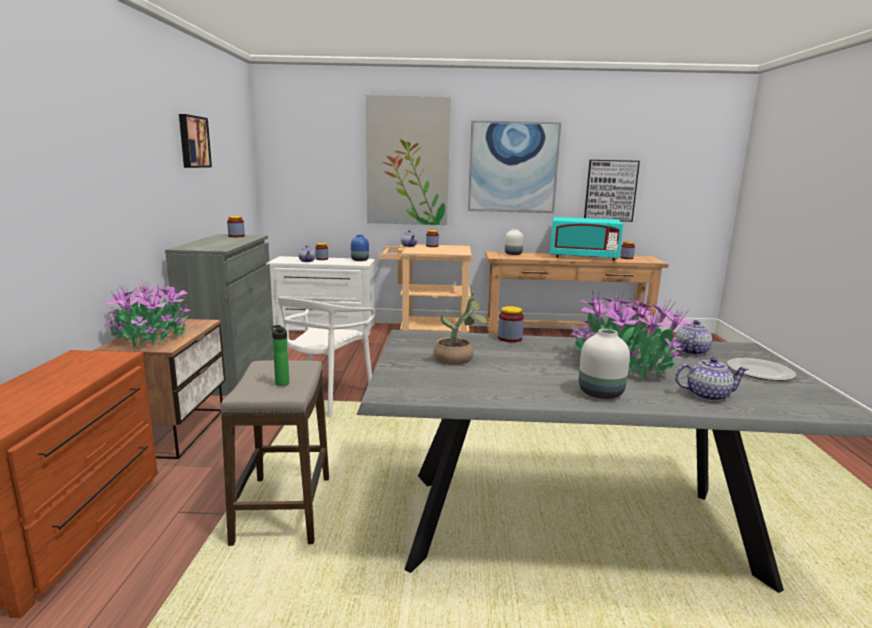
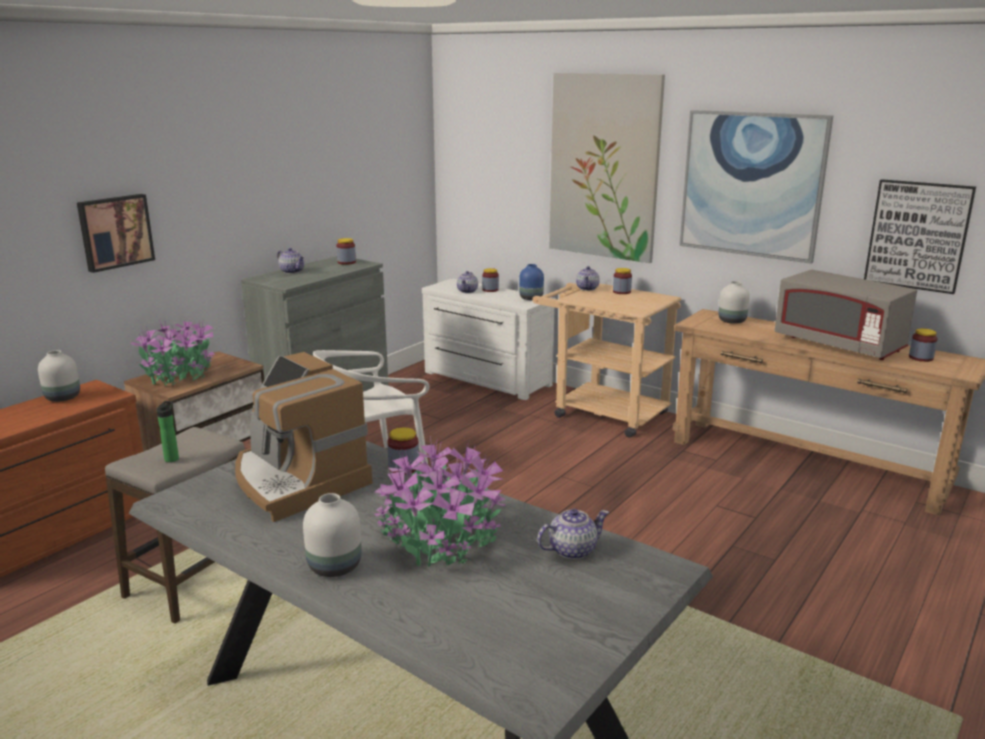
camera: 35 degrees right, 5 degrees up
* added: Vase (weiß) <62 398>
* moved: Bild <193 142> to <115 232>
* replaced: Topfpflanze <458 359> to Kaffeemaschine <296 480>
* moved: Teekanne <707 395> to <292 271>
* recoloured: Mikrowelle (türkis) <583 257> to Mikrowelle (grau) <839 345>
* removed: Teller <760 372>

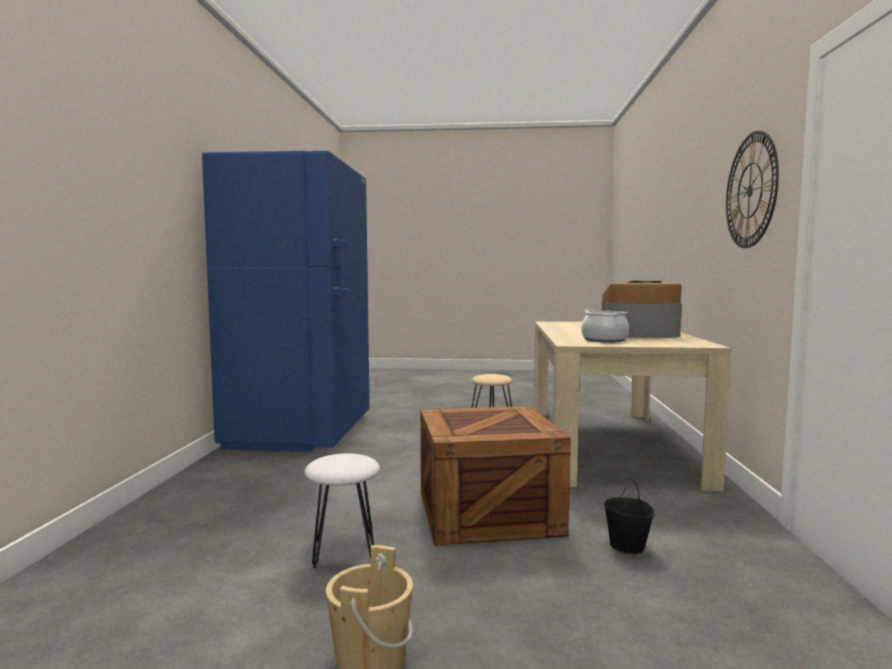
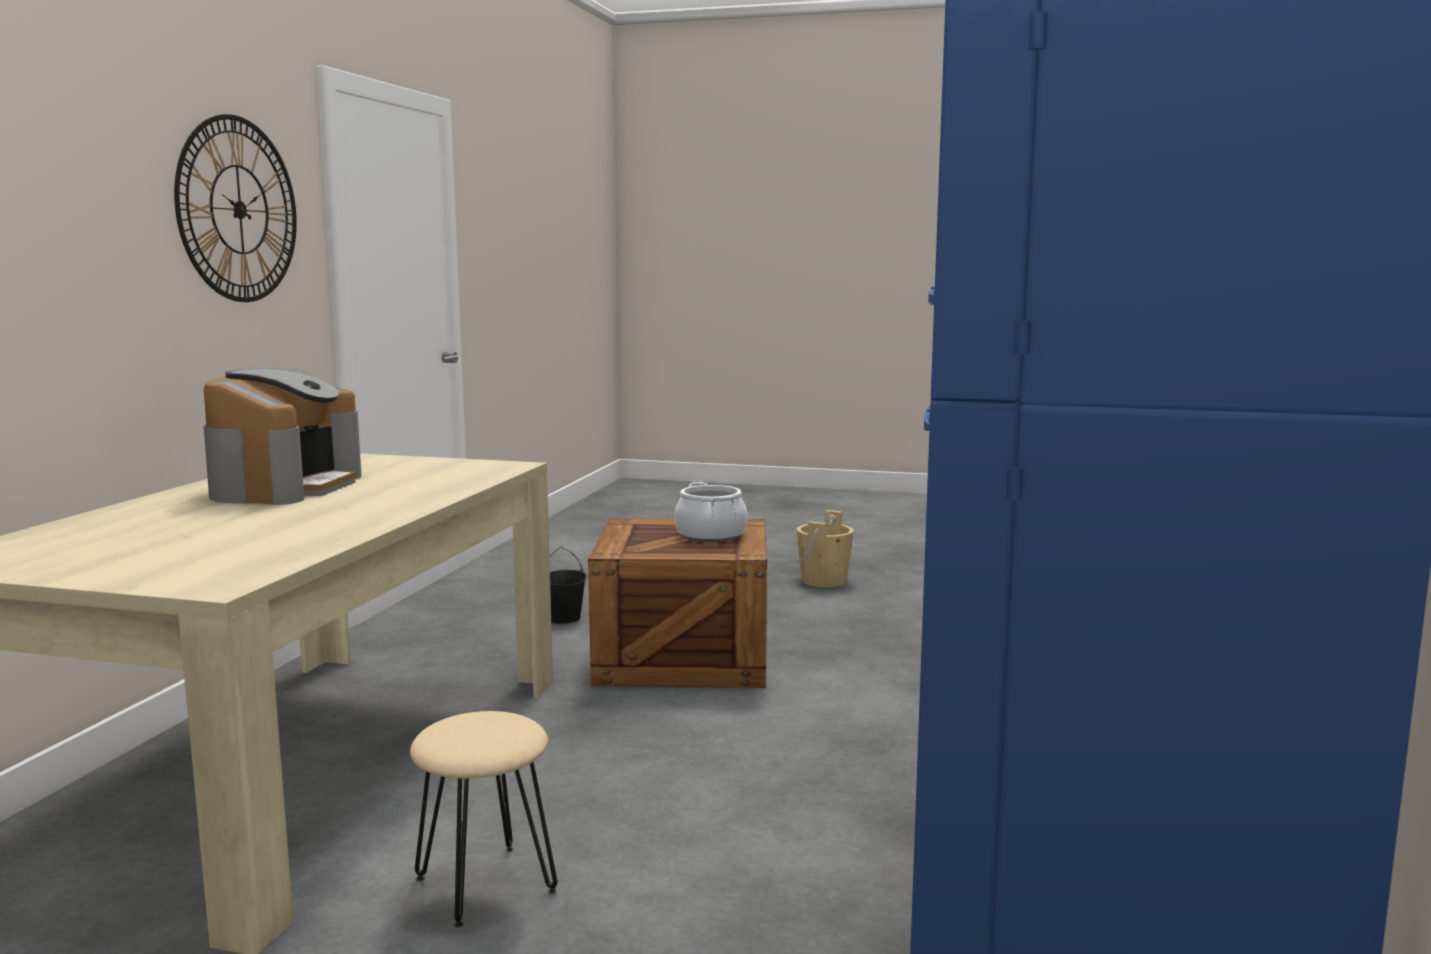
camera: 170 degrees left, 5 degrees up
* turned: Kaffeemaschine <639 335> = <286 487> 90 degrees counterclockwise
* moved: Kochtopf <604 340> to <710 535>
* removed: Hocker (weiß) <344 551>

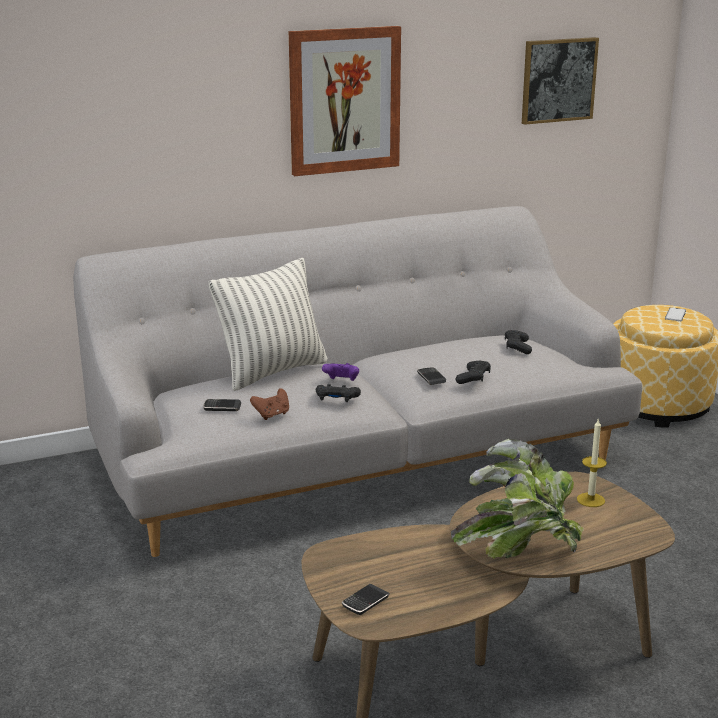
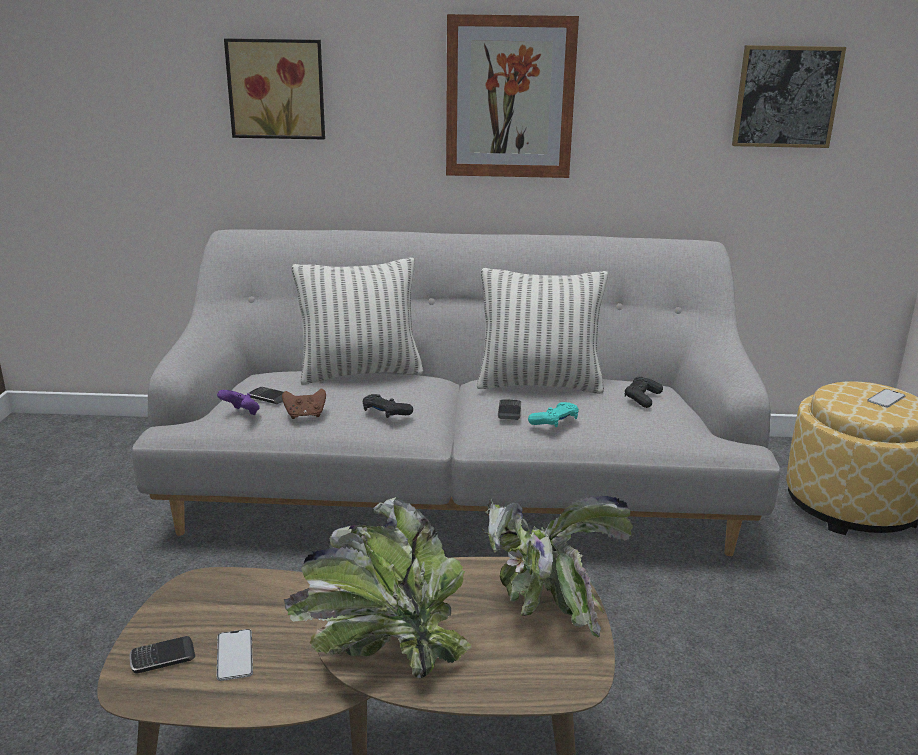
camera: 25 degrees right, 0 degrees up
* moved: Gamepad (lila) <341 382> to <241 414>
* added: Handy <234 655>
* added: Bild <277 89>
* added: Kissen <539 385>
* replaced: Kerze <590 500> to Topfpflanze <542 607>
* recoloured: Gamepad (schwarz) <473 378> to Gamepad (türkis) <554 421>

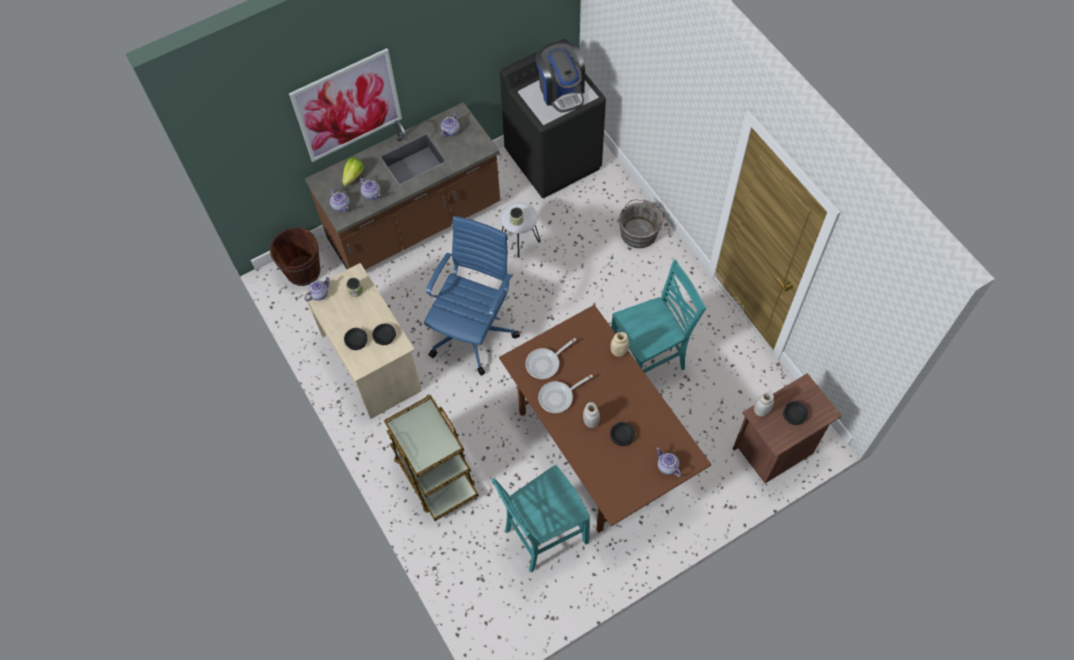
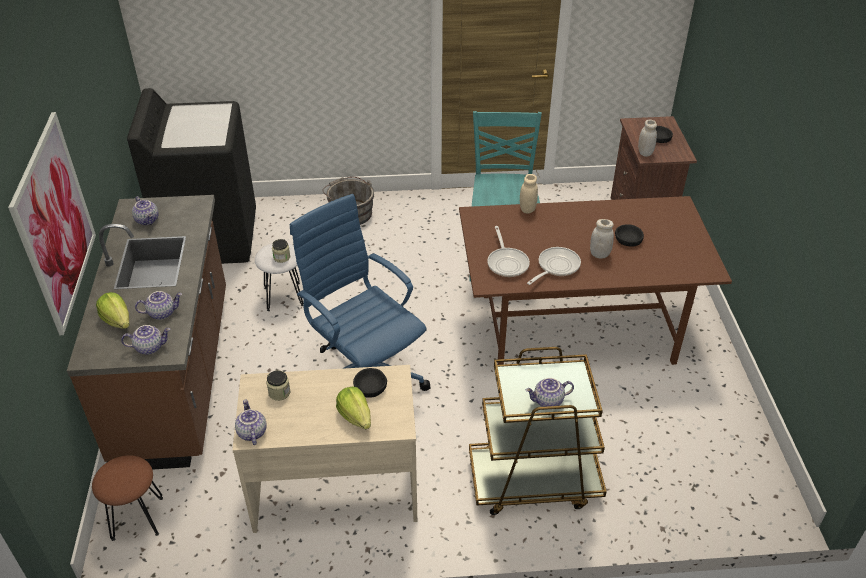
camera: 65 degrees left, 20 degrees down
* replaced: Eimer (braun) <303 271> to Hocker (braun) <137 518>
* replaced: Schüssel (schwarz) <356 340> to Salatkopf <355 416>
* moved: Teekanne <667 466> to <548 401>
* turned: Pfanne <558 397> = <556 267> 135 degrees counterclockwise
* removed: Stuhl (türkis) <543 535>
* removed: Kaffeemaschine <561 91>

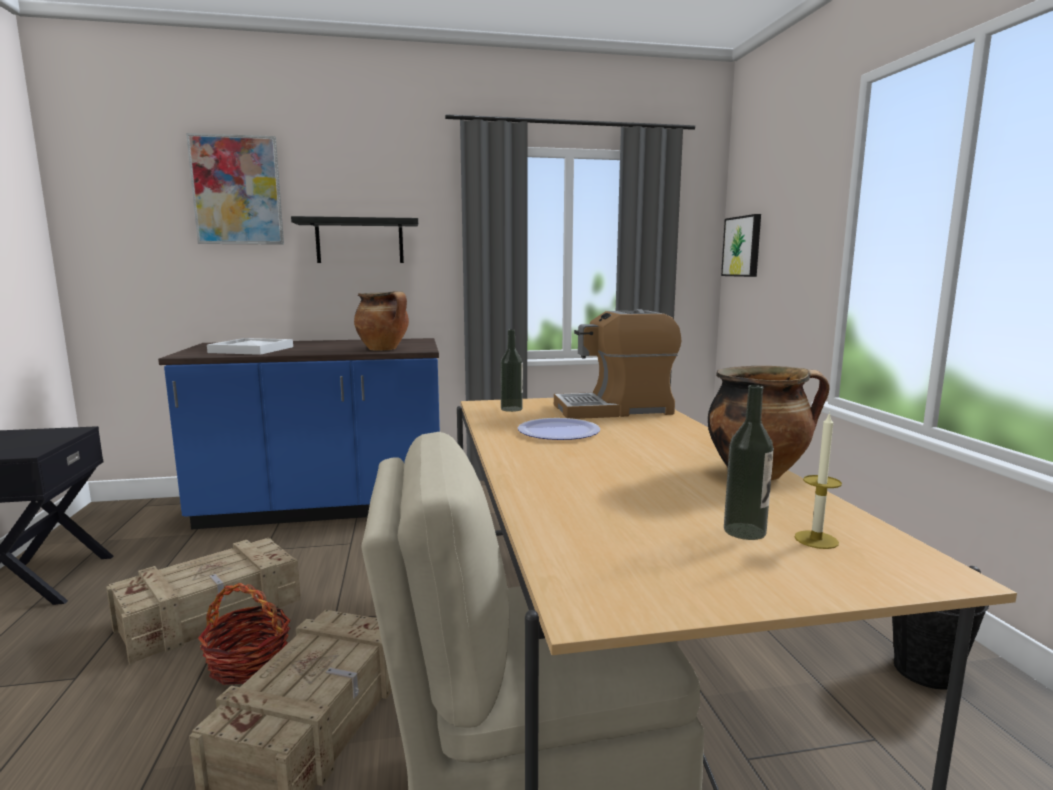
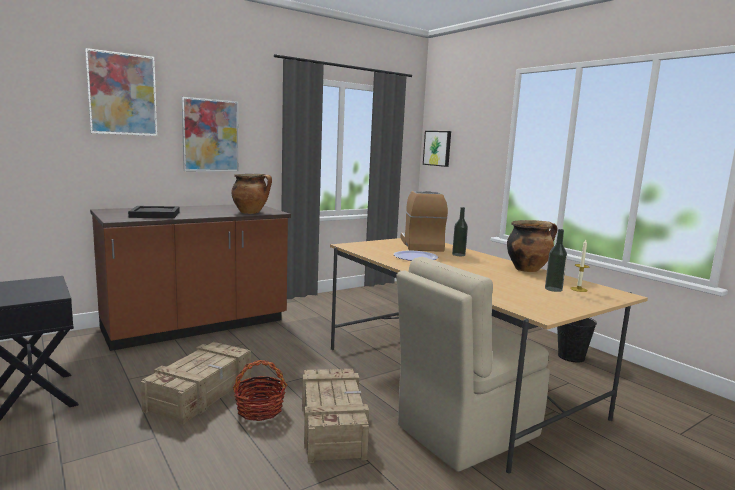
camera: 25 degrees left, 0 degrees up
* recoloured: Küchenzeile (blau) <324 507> to Küchenzeile (braun) <196 326>
* recoloured: Tablett (weiß) <251 349> to Tablett (schwarz) <154 214>
* replaced: Wandregal (schwarz) <359 241> to Bild <210 135>
* turned: Kaffeemaschine <615 409> = <421 245> 120 degrees clockwise
* moved: Flasche <511 409> to <458 254>

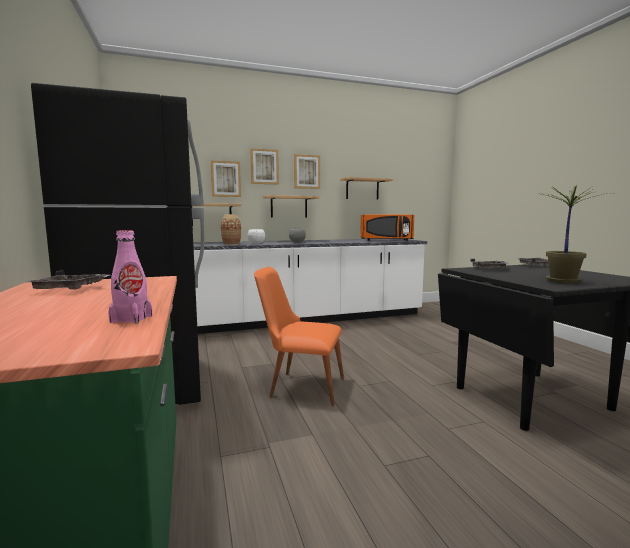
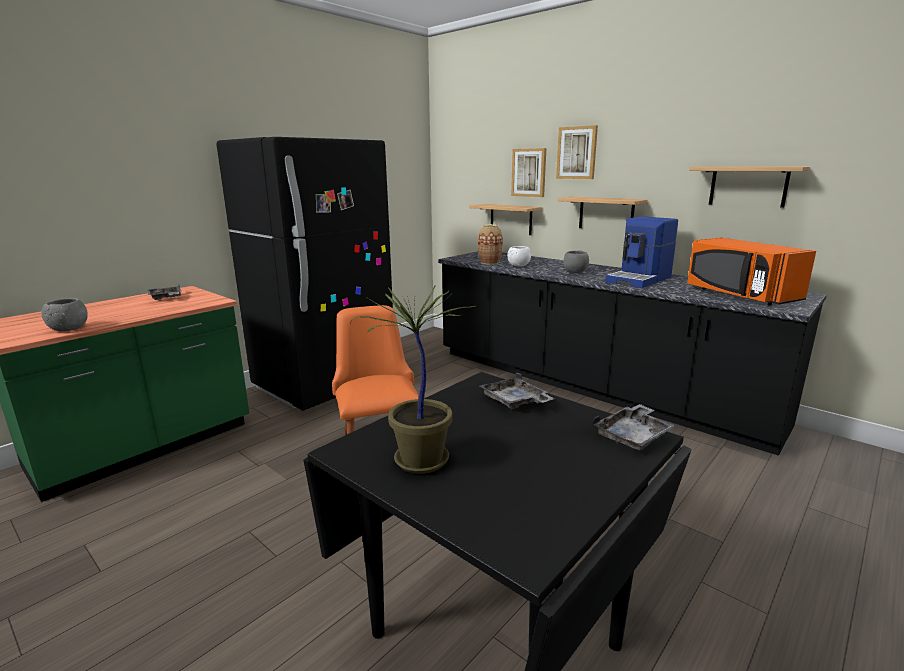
camera: 60 degrees right, 10 degrees up
* replaced: Flasche (rosa) <131 319> to Schüssel (grau) <69 329>
* recoloured: Küchenzeile (weiß) <309 319> to Küchenzeile (schwarz) <590 386>
* added: Kaffeemaschine <640 279>
* removed: Bild <306 172>

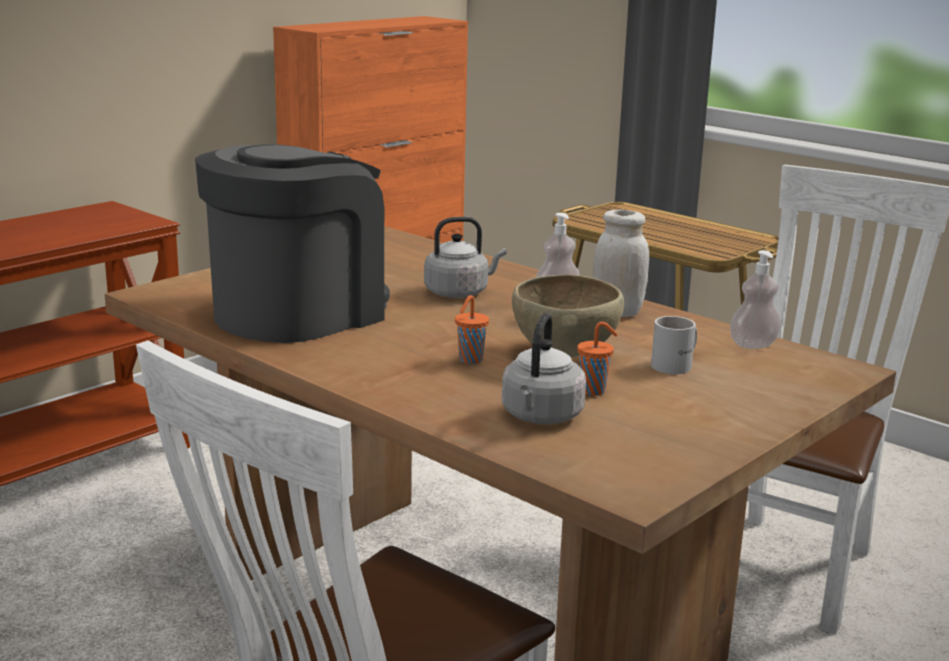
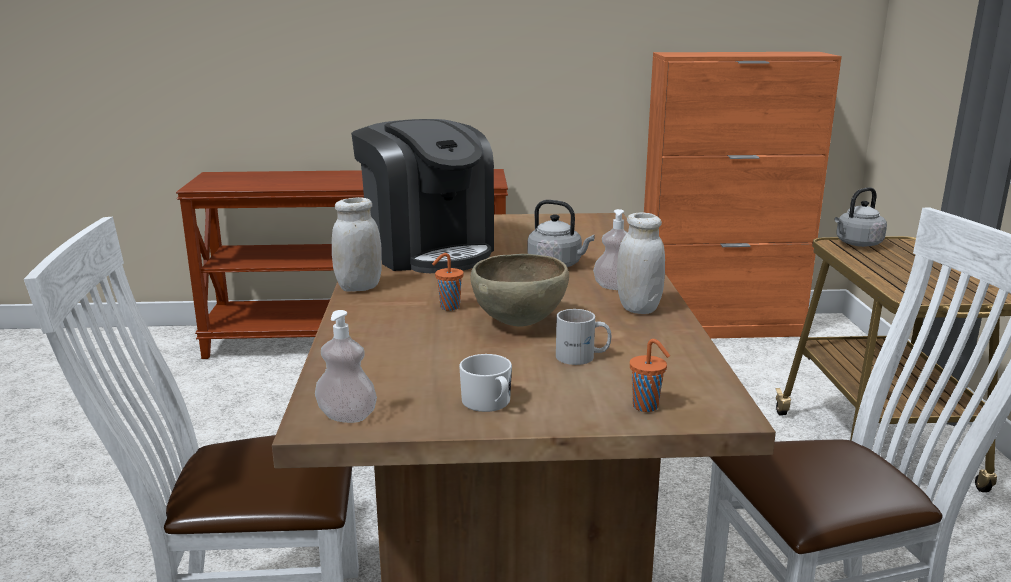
camera: 45 degrees right, 0 degrees up
* moved: Seifenspender <753 345> to <347 416>
* added: Vorratsglas (weiß) <359 287>
* turned: Kaffeemaschine <298 313> = <428 251> 60 degrees clockwise
* added: Henkelbecher (weiß) <489 403>
* moved: Tasse (orange) <594 391> to <647 407>
* moved: Wasserkessel (grau) <541 417> to <857 244>

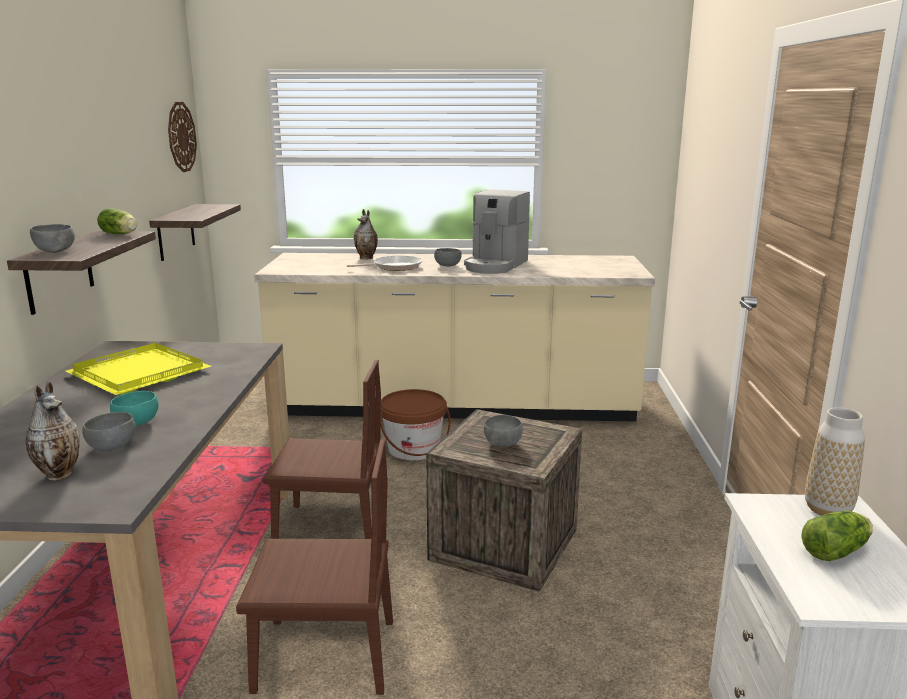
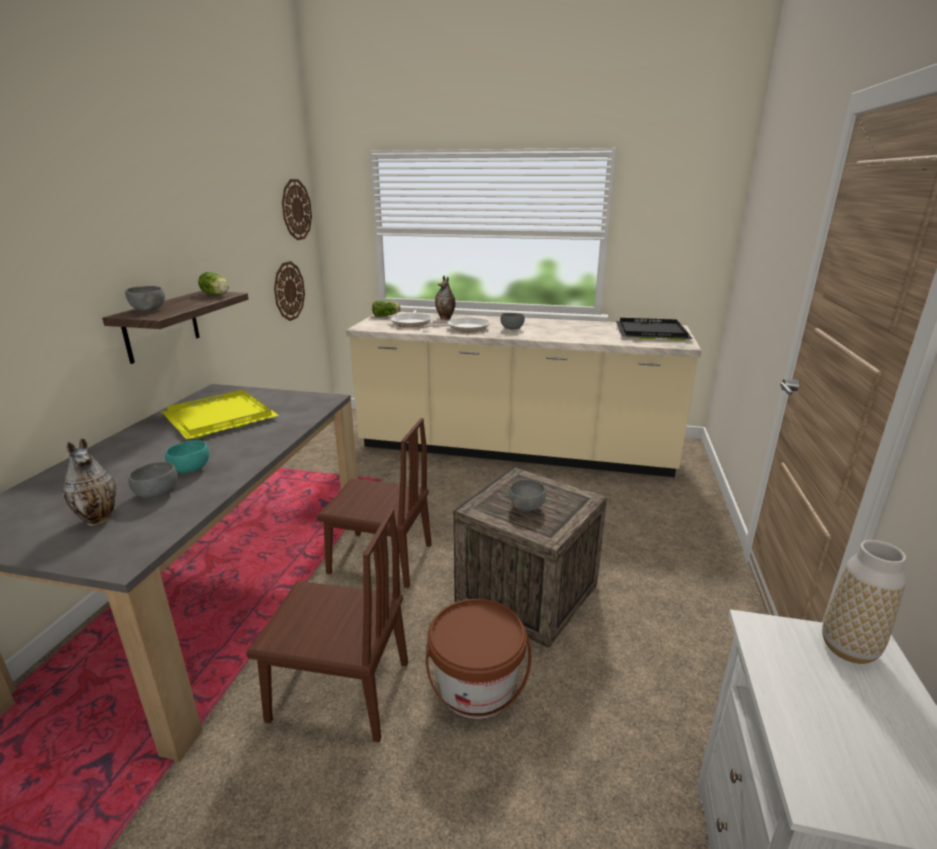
camera: 10 degrees right, 5 degrees up
* replaced: Wandregal <176 232> to Wanduhr <289 291>
* moved: Salatkopf <837 551> to <386 315>
* added: Pfanne <412 322>
* moved: Eimer (braun) <413 449> to <476 688>
* added: Tablett (schwarz) <649 332>
* removed: Kaffeemaschine <495 265>

